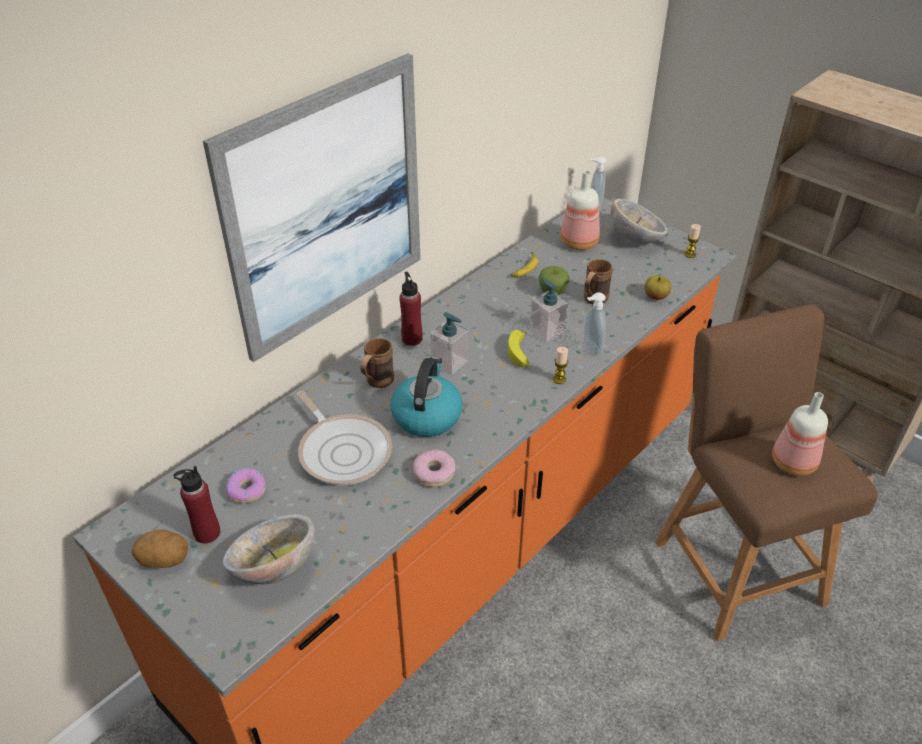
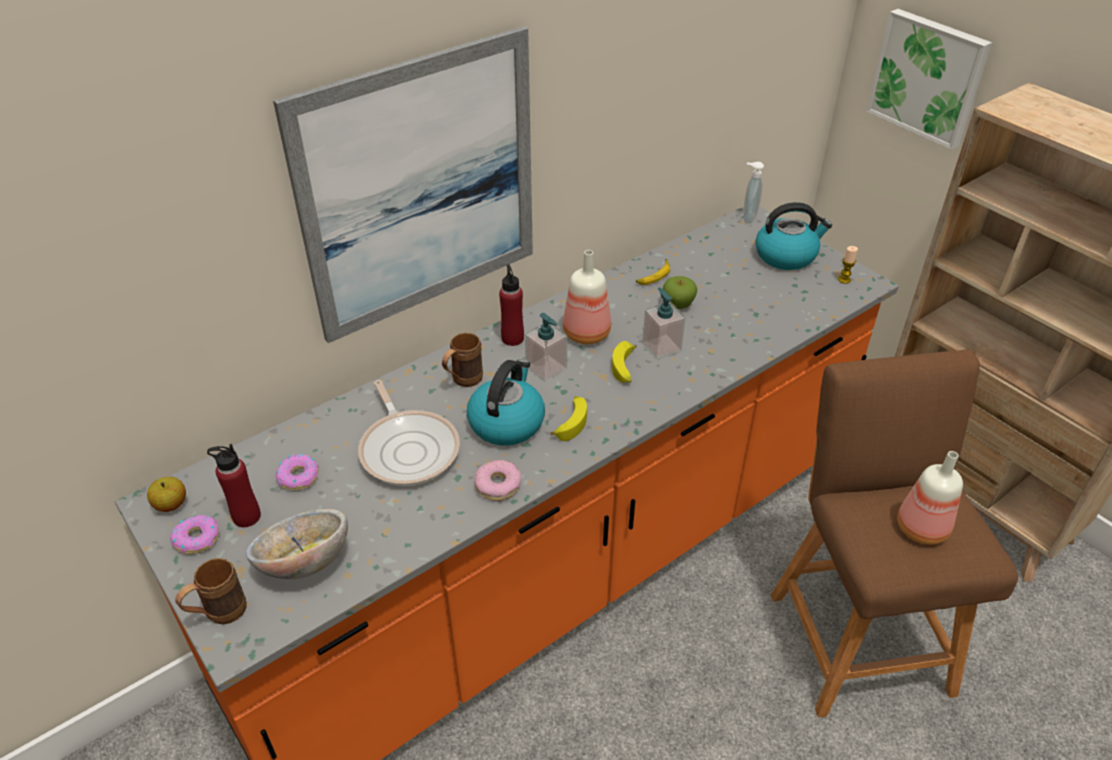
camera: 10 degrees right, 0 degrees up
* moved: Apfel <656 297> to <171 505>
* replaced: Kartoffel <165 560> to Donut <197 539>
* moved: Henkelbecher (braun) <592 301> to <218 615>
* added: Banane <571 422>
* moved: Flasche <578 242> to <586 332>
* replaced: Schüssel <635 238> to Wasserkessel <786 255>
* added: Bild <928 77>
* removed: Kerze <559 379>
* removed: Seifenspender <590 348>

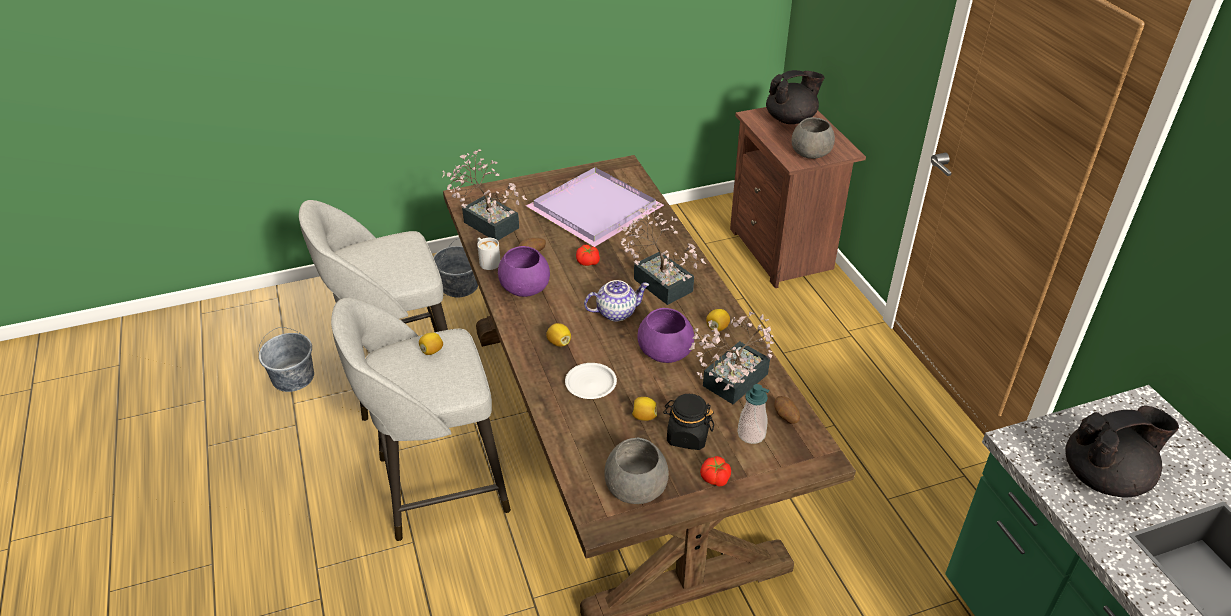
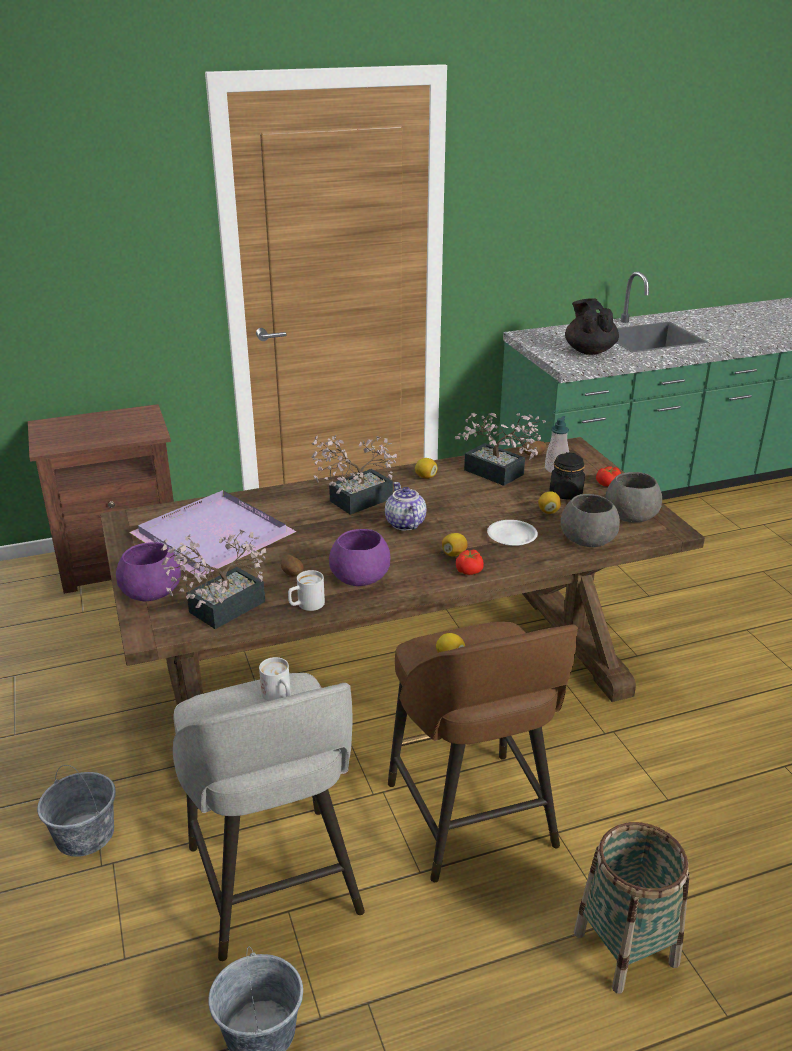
camera: 90 degrees left, 10 degrees down
* moved: Schüssel (lila) <666 352> to <152 591>
* added: Henkelbecher (weiß) <279 697>
* recoloured: Hocker (grau) <438 485> to Hocker (braun) <472 819>
* moved: Tomate <587 262> to <470 571>
* moved: Schüssel (grau) <810 153> to <589 540>
* added: Korb <625 948>
* removed: Teekanne (schwarz) <791 119>

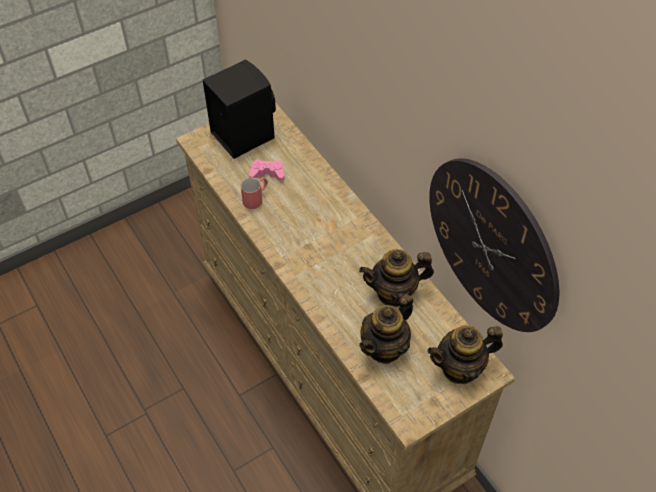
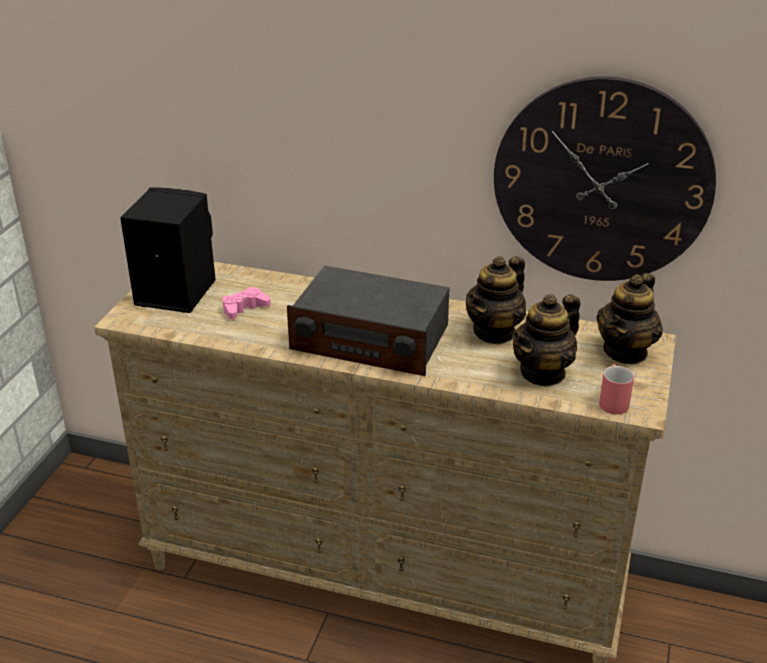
camera: 40 degrees left, 20 degrees down
* added: Radio <370 339>
* turned: Teekanne <385 347> = <543 372> 45 degrees clockwise
* moved: Henkelbecher (rot) <256 198> to <612 400>

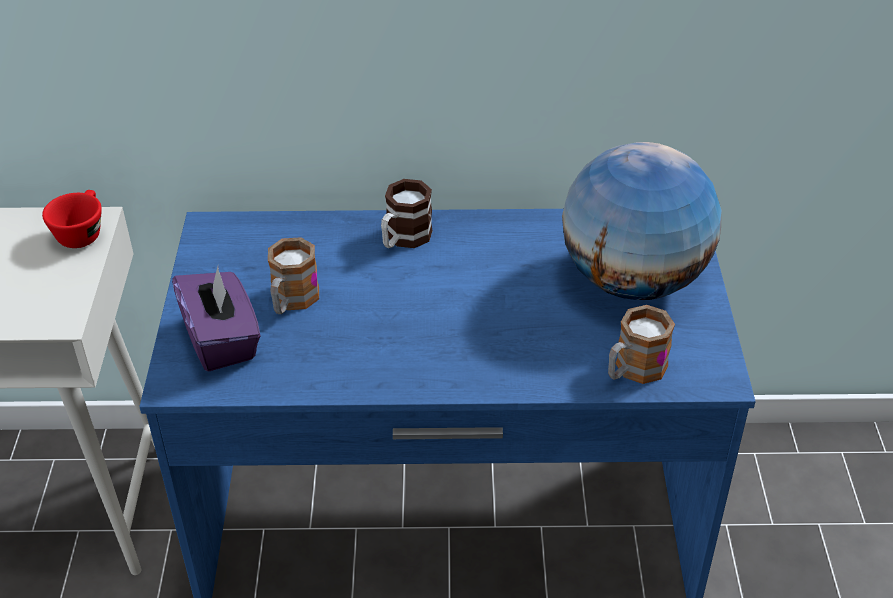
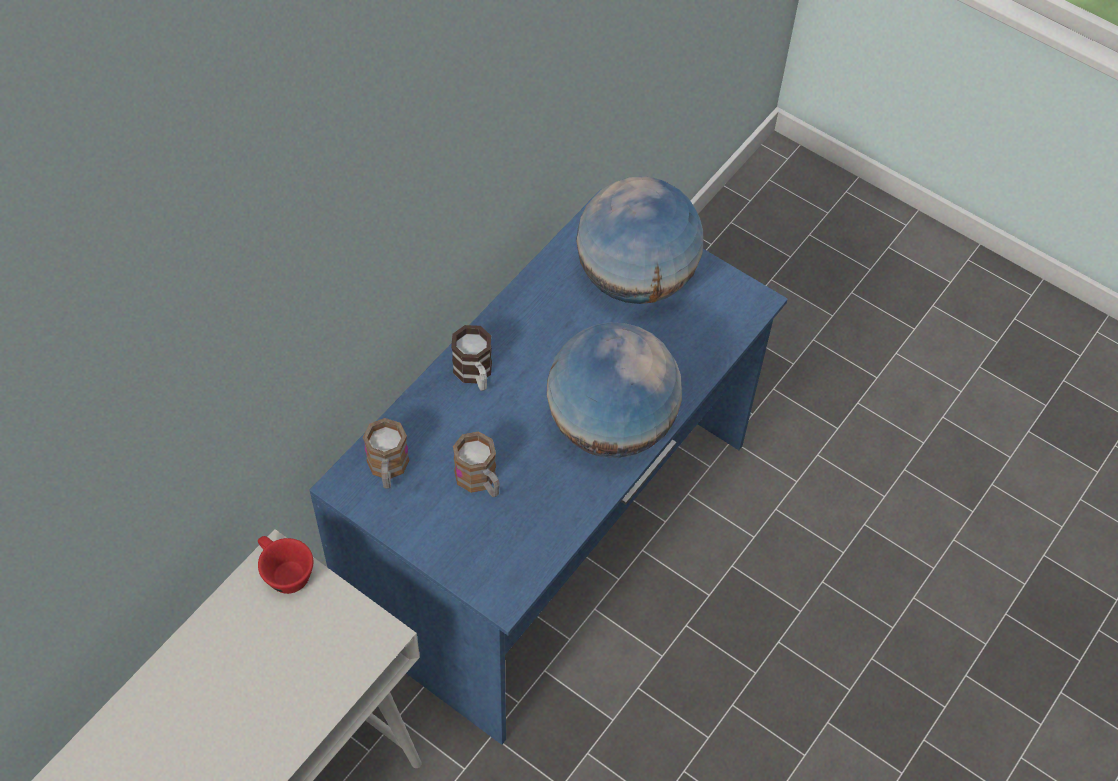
camera: 55 degrees left, 15 degrees up
* moved: Henkelbecher <633 370> to <388 469>
* added: Globus <610 425>
* removed: Taschentuchbox (lila) <222 340>

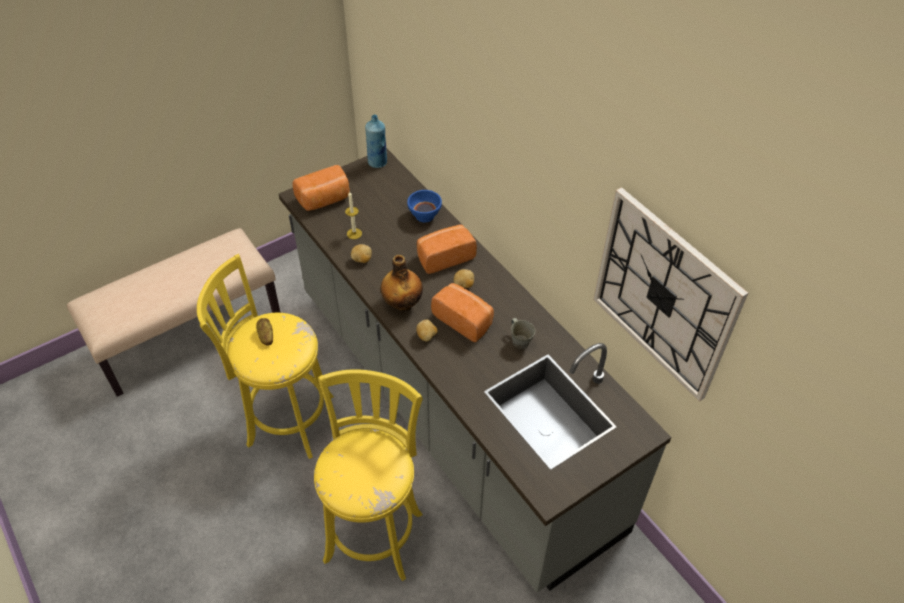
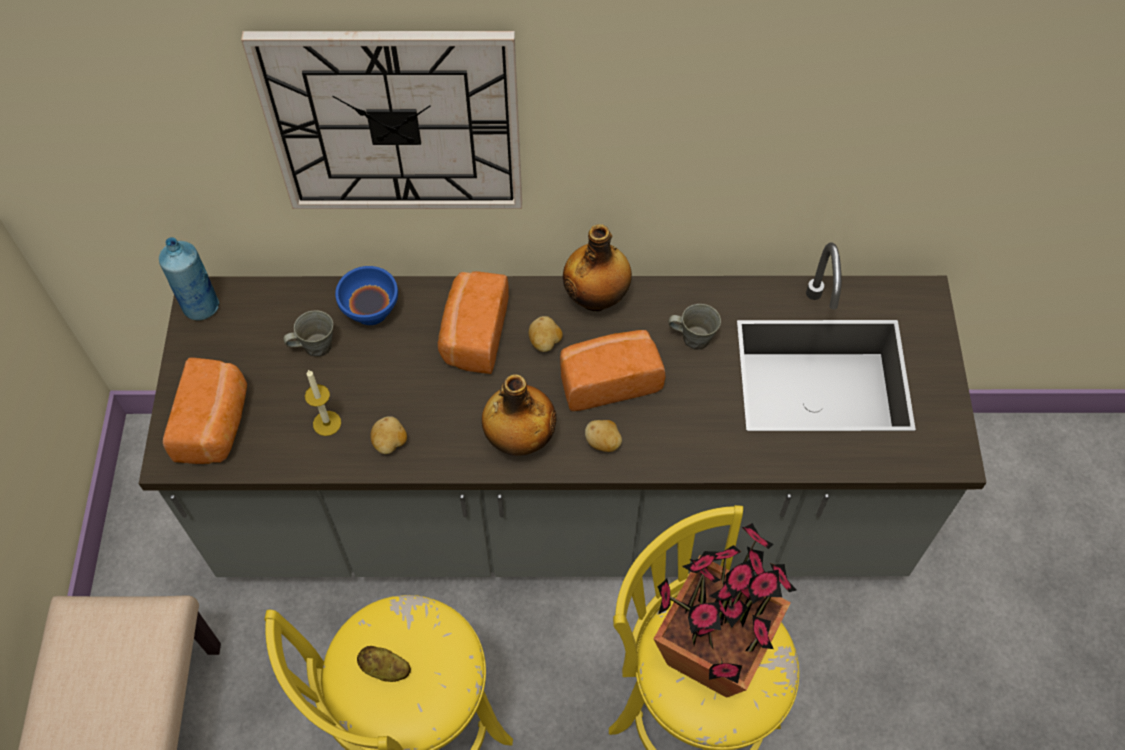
camera: 55 degrees left, 10 degrees up
* moved: Wanduhr <664 295> to <394 123>
* added: Henkelbecher (grau) <316 346>
* added: Flasche <597 297>
* added: Topfpflanze <710 653>

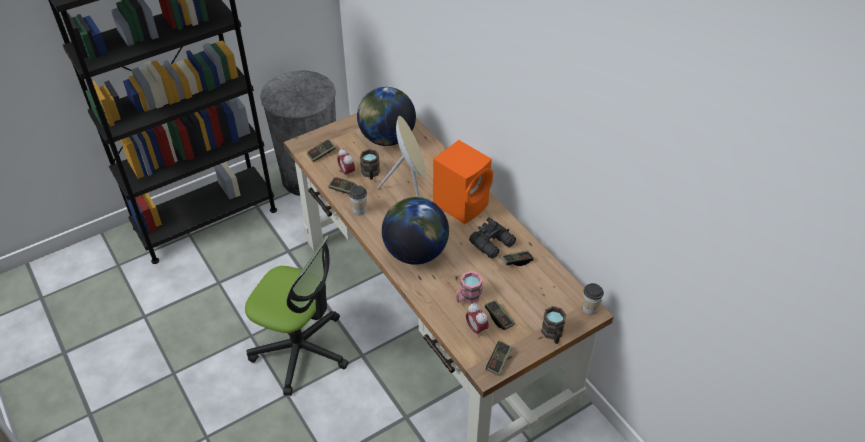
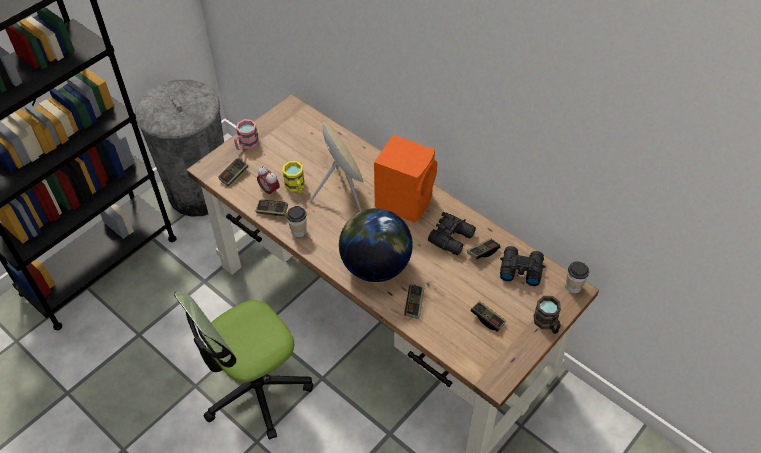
camera: 15 degrees left, 5 degrees up
* turned: Bürostuhl <301 350> = <255 388> 135 degrees clockwise
* moved: Henkelbecher (rosa) <467 297> to <246 144>
* recoloured: Henkelbecher (braun) <370 174> to Henkelbecher (gelb) <296 187>
* moved: Gamepad <498 361> to <414 304>
* added: Fernglas (schwarz) <520 269>
* removed: Globus <387 138>
* removed: Wecker <476 329>

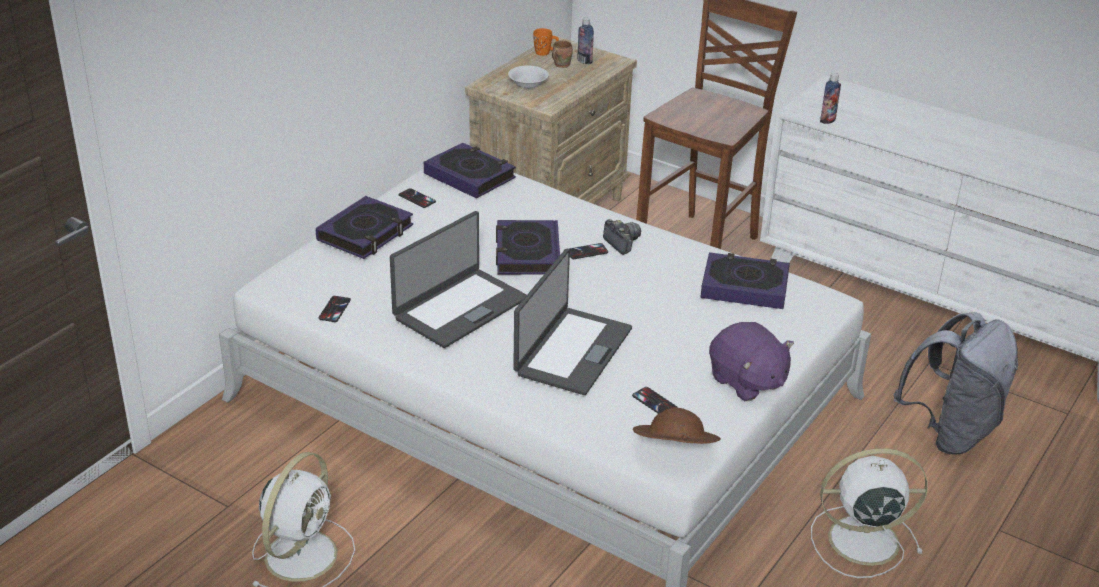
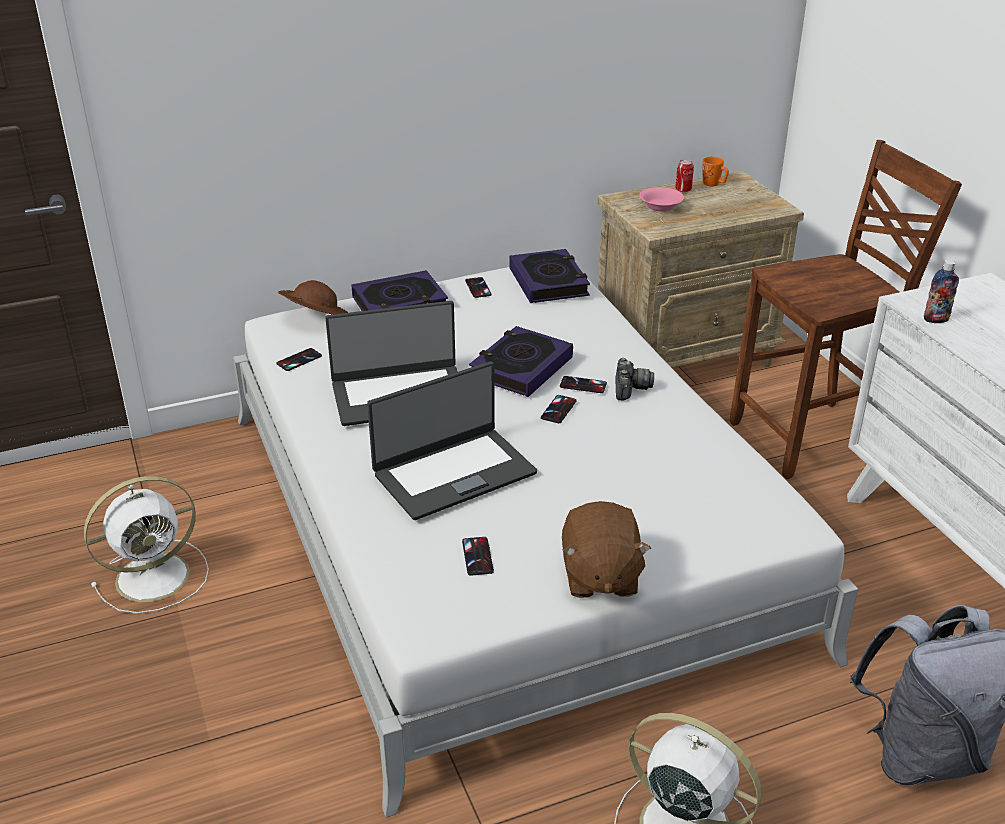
camera: 35 degrees right, 0 degrees up
* moved: Hut (braun) <674 450> to <314 319>
* added: Handy <558 409>
* recoloured: Plüschtier (lila) <747 382> to Plüschtier (braun) <599 576>
* recoloured: Schüssel (weiß) <527 84> to Schüssel (rosa) <660 207>
* added: Dose <683 189>
* removed: Henkelbecher (braun) <560 65>
* removed: Flasche <584 61>
* removed: Buch <744 286>

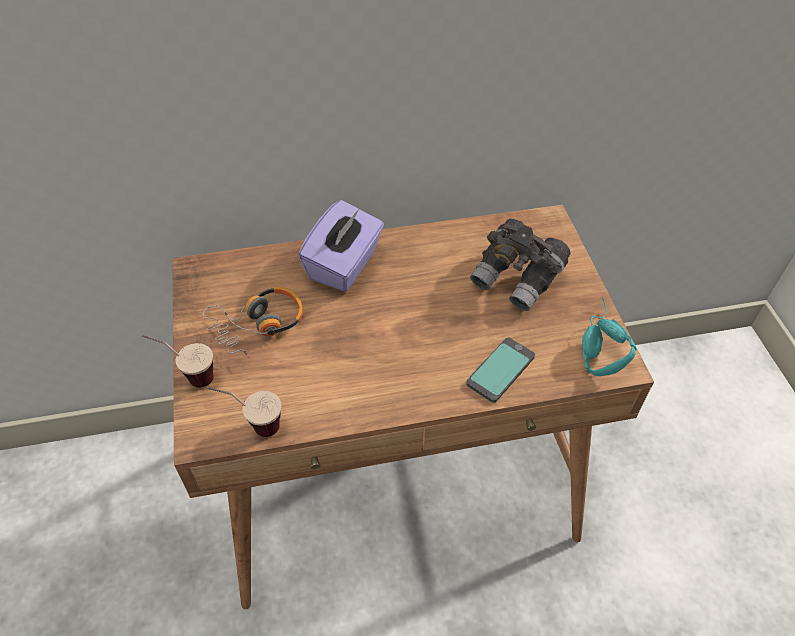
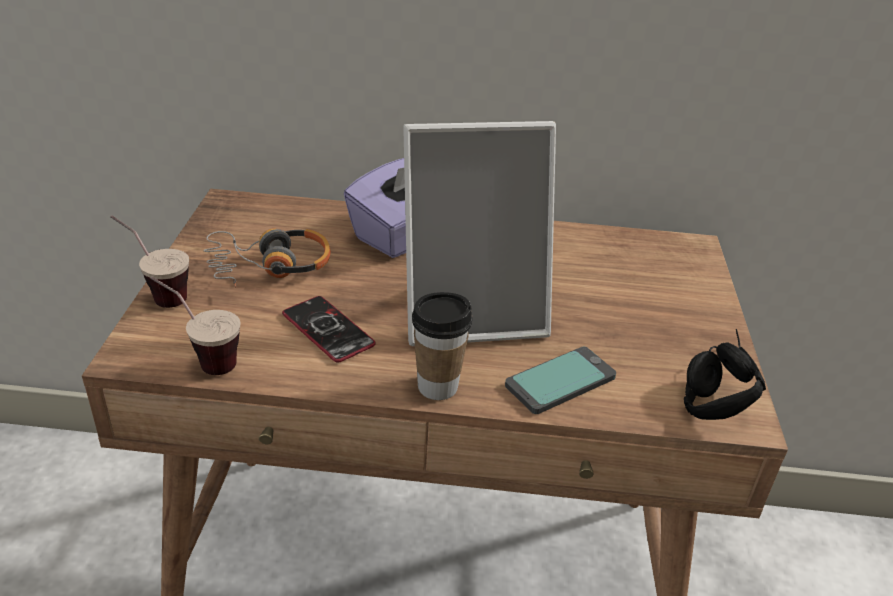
camera: 15 degrees right, 15 degrees down
* added: Handy <328 330>
* added: Bilderrahmen <472 312>
* added: Tasse <437 386>
* recoloured: Kopfhörer (türkis) <595 342> to Kopfhörer (schwarz) <711 383>
* removed: Fernglas (grau) <517 278>

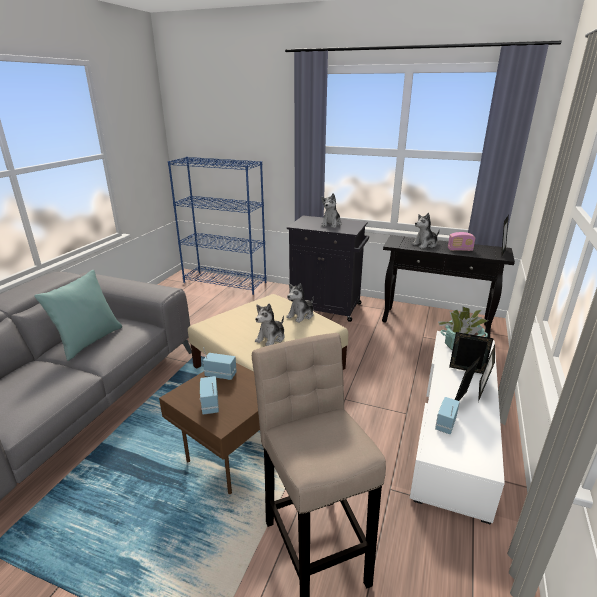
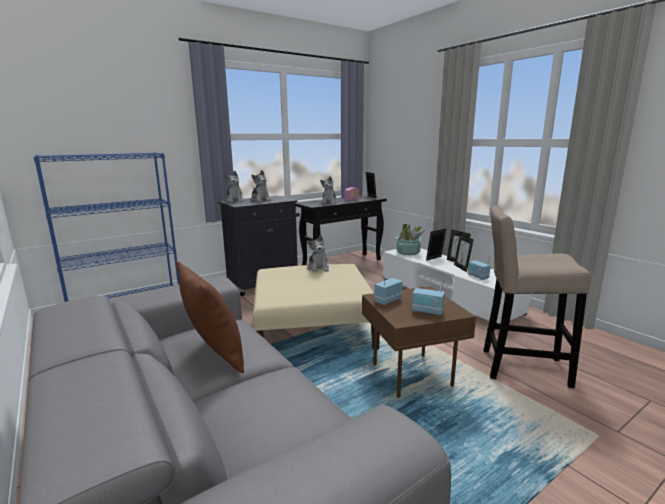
camera: 55 degrees left, 10 degrees down
* recoloured: Kissen (türkis) <89 341> to Kissen (braun) <214 354>
* moved: Plüschtier <271 338> to <235 201>

